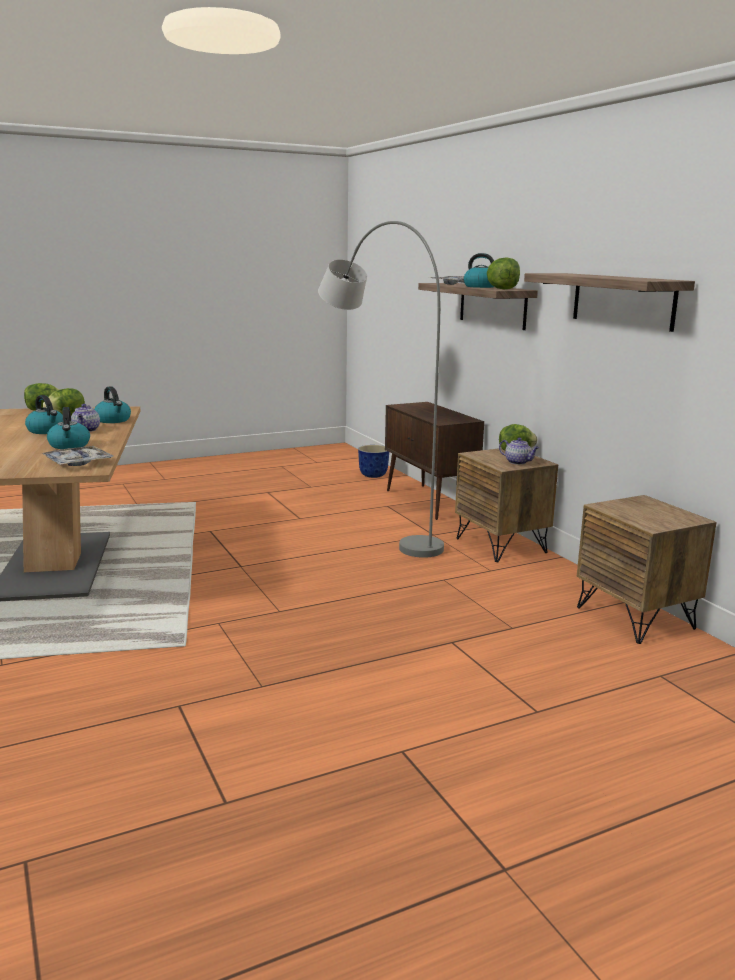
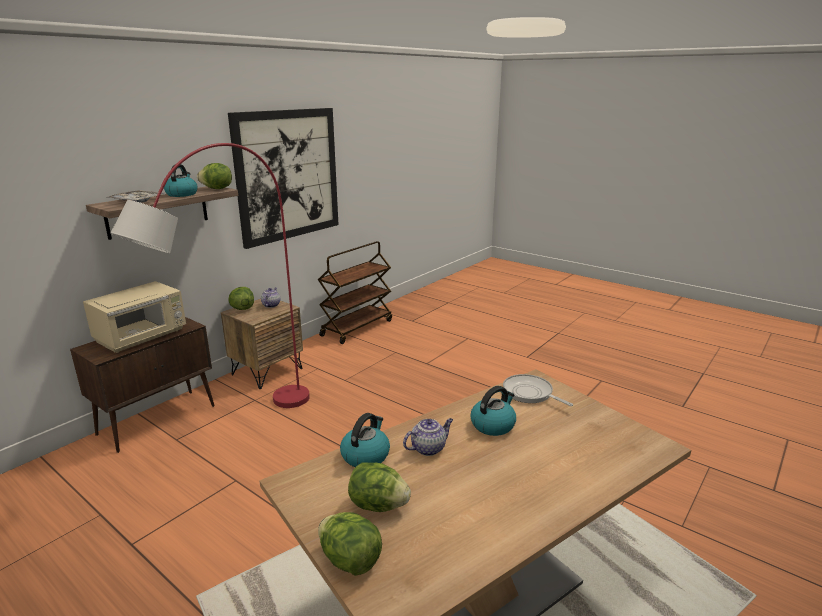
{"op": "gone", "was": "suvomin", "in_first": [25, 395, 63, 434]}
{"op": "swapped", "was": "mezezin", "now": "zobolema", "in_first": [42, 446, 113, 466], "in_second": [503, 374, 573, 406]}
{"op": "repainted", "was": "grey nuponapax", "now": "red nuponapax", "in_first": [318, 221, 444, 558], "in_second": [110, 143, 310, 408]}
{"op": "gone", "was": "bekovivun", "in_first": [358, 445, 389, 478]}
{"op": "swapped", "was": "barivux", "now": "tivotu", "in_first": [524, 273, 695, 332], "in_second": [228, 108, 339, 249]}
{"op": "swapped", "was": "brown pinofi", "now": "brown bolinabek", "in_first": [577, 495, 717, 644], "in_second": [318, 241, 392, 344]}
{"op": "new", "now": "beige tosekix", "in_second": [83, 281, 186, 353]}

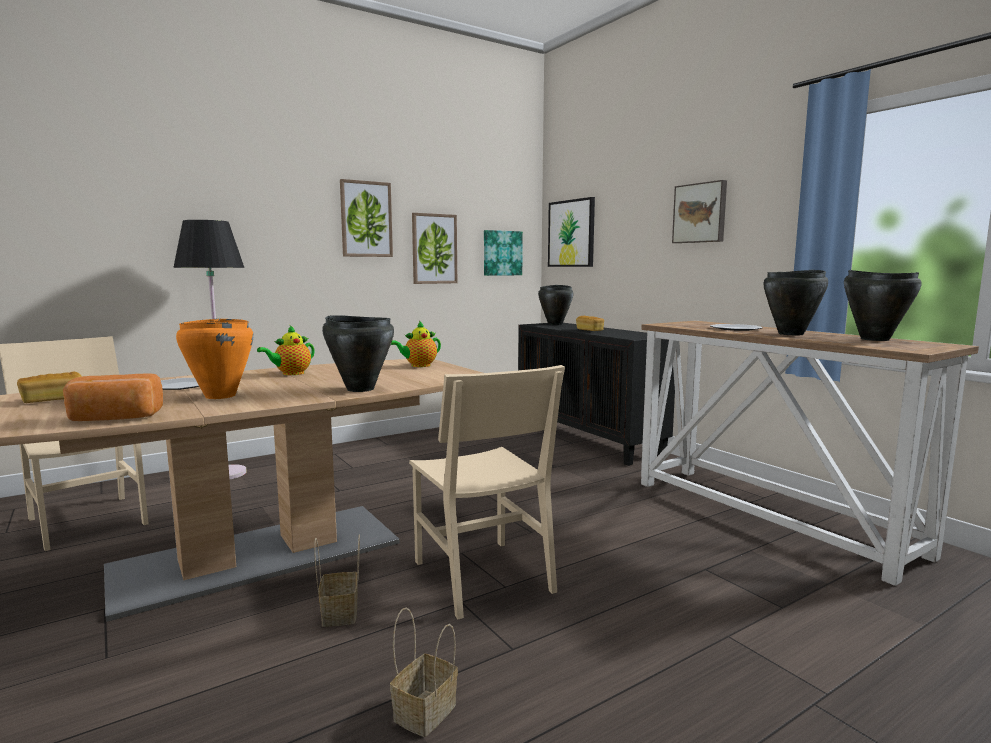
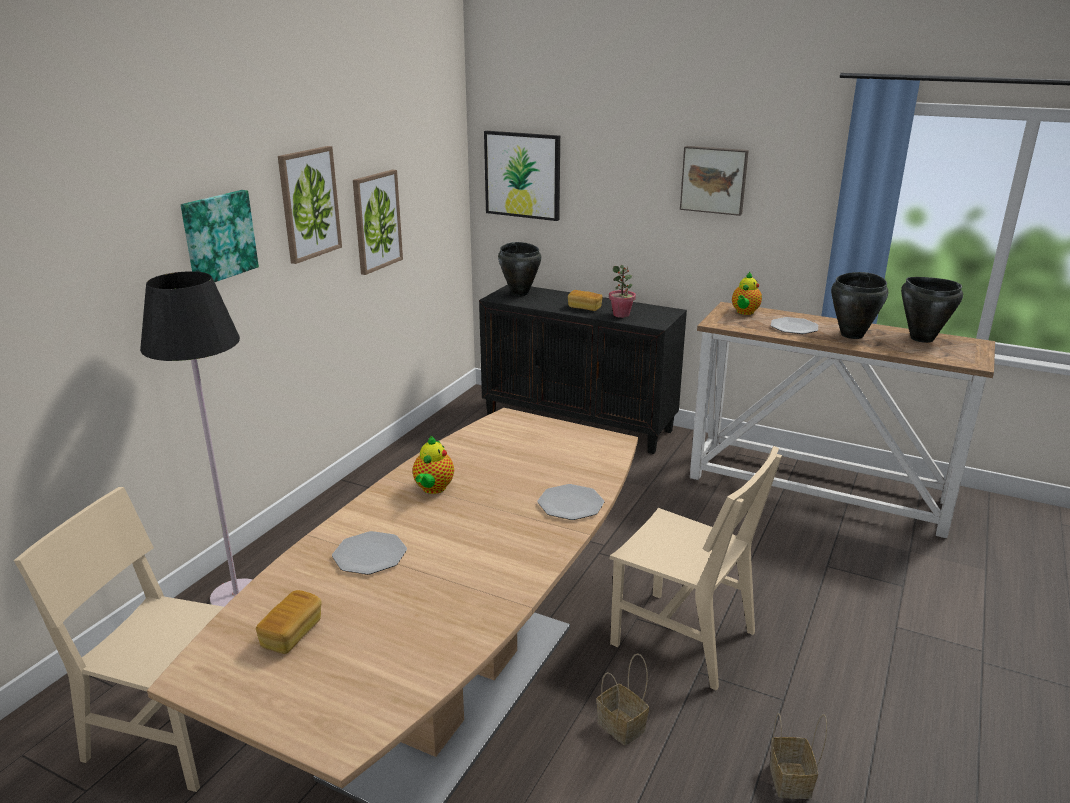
{"op": "gone", "was": "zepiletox", "in_first": [63, 373, 163, 421]}
{"op": "gone", "was": "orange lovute", "in_first": [176, 319, 253, 399]}
{"op": "swapped", "was": "black lovute", "now": "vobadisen", "in_first": [322, 315, 394, 392], "in_second": [538, 484, 605, 520]}
{"op": "shifted", "was": "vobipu", "in_first": [391, 321, 441, 367], "in_second": [732, 272, 762, 315]}
{"op": "shifted", "was": "tivotu", "in_first": [484, 230, 523, 276], "in_second": [181, 190, 259, 282]}
{"op": "new", "now": "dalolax", "in_second": [609, 265, 636, 318]}

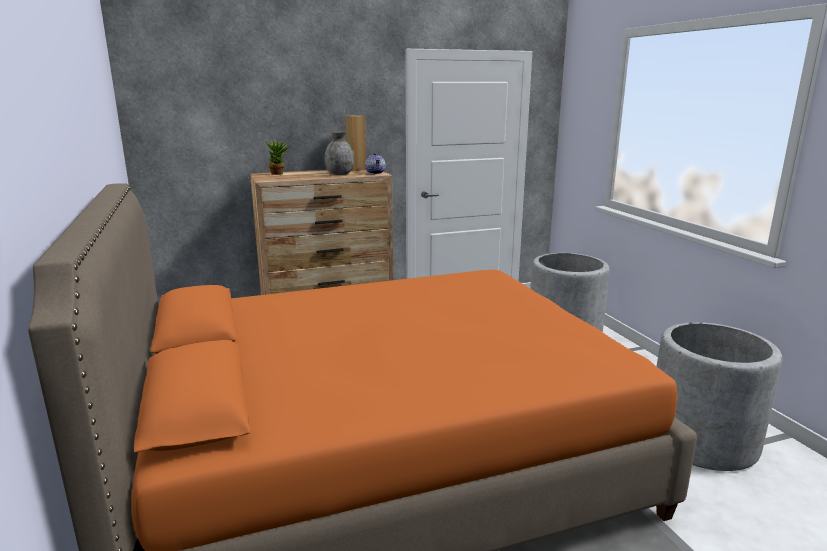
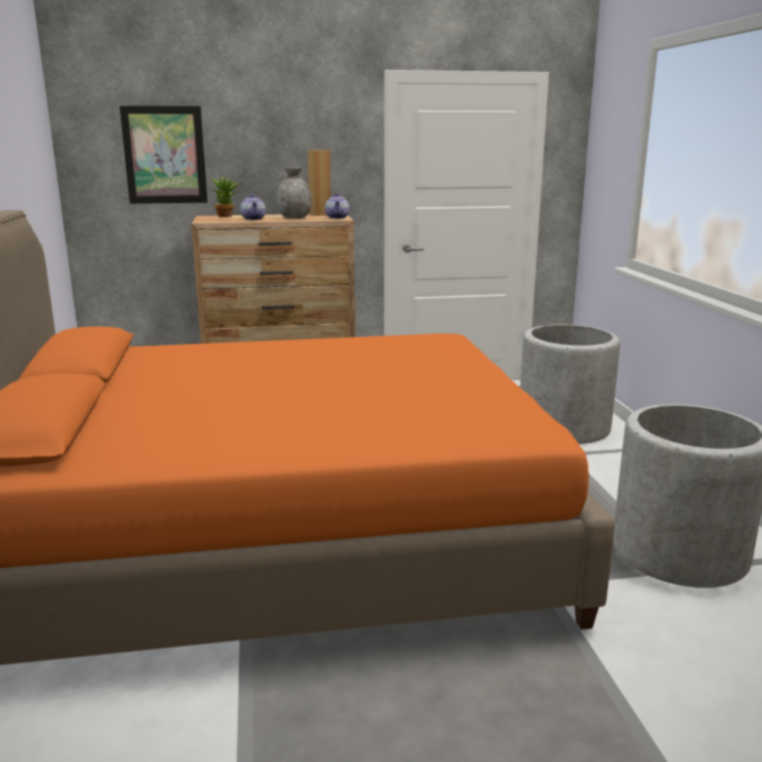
{"op": "new", "now": "tivotu", "in_second": [120, 106, 208, 204]}
{"op": "new", "now": "vobipu", "in_second": [240, 194, 266, 220]}

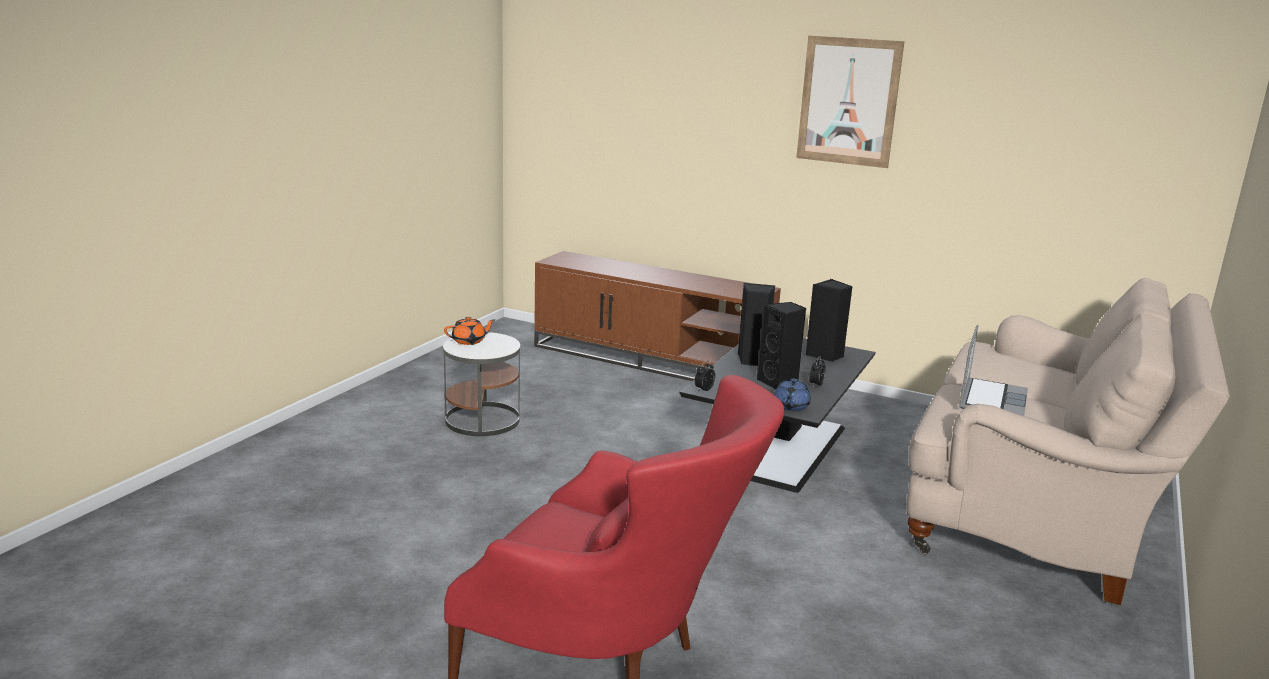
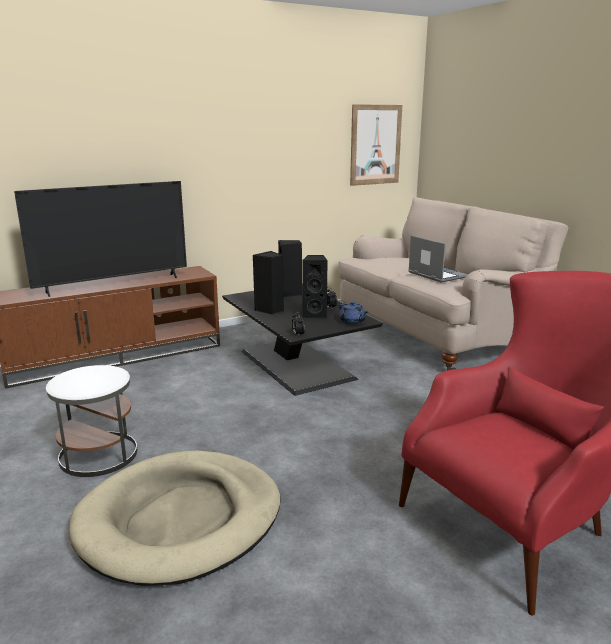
{"op": "gone", "was": "orange vobipu", "in_first": [444, 317, 495, 345]}
{"op": "shifted", "was": "tivotu", "in_first": [796, 36, 905, 168], "in_second": [350, 104, 402, 186]}
{"op": "new", "now": "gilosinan", "in_second": [14, 181, 187, 297]}
{"op": "new", "now": "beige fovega", "in_second": [69, 451, 281, 586]}

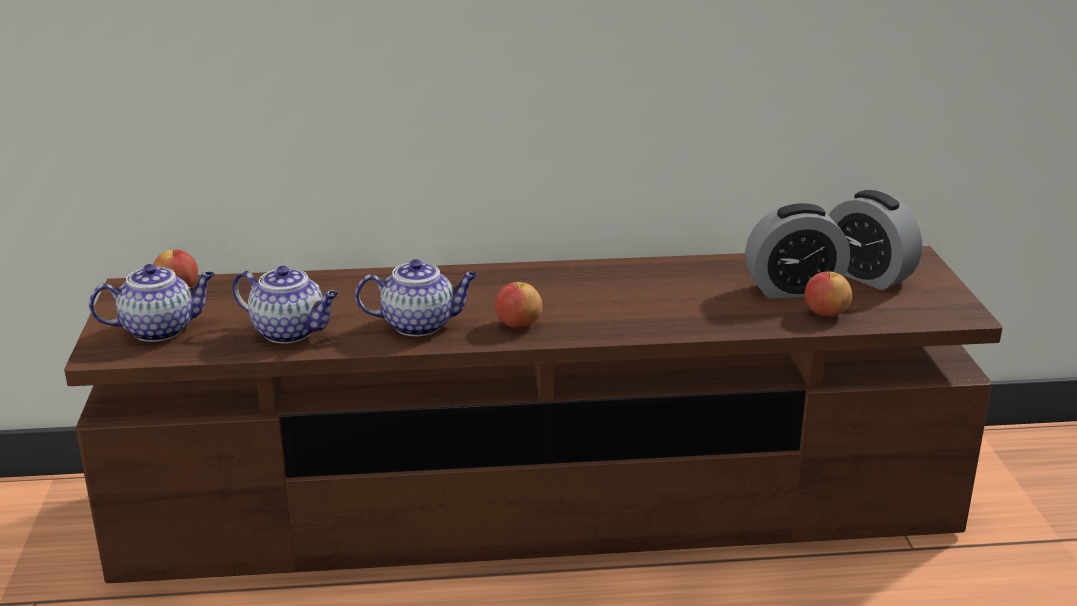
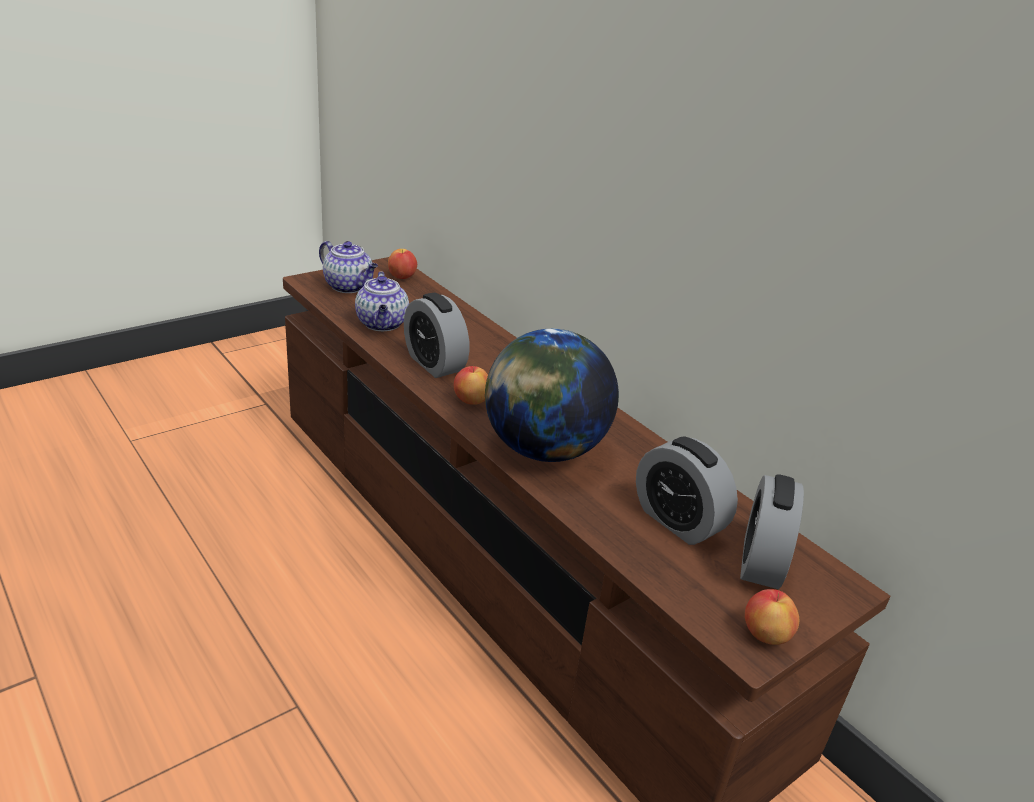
{"op": "swapped", "was": "vobipu", "now": "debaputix", "in_first": [355, 259, 478, 336], "in_second": [404, 293, 470, 378]}
{"op": "shifted", "was": "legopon", "in_first": [805, 271, 852, 317], "in_second": [745, 589, 799, 645]}
{"op": "new", "now": "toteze", "in_second": [485, 329, 619, 462]}

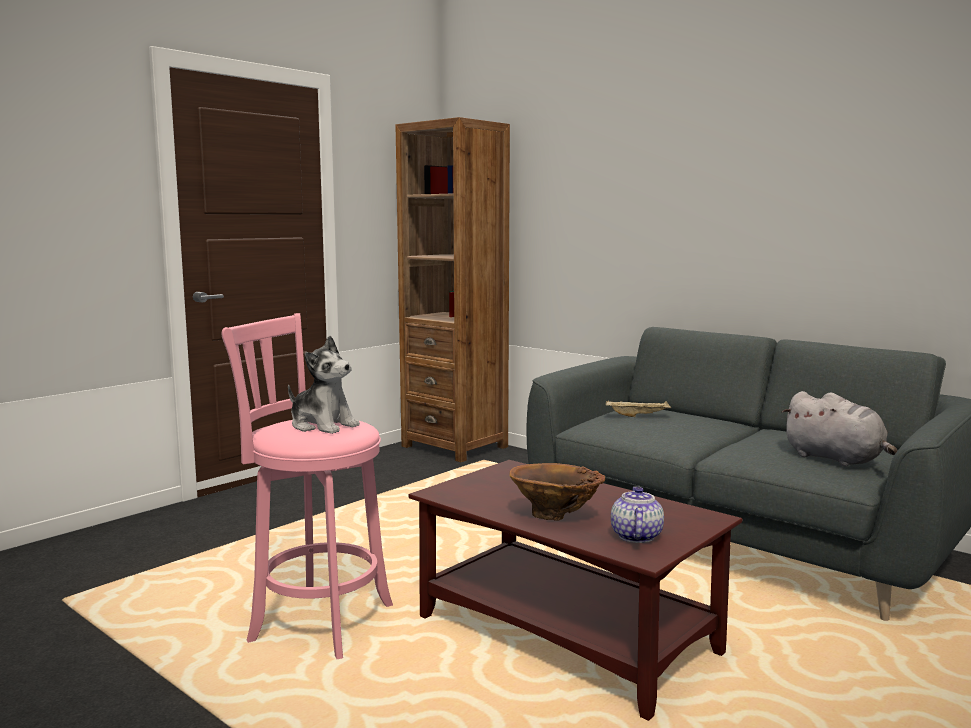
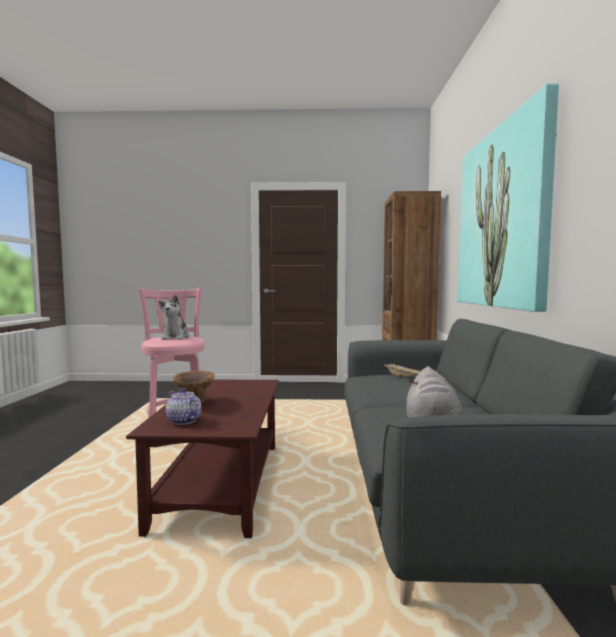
{"op": "rotated", "was": "vobipu", "in_first": [611, 487, 664, 543], "in_second": [166, 388, 201, 425], "clockwise": -105}
{"op": "new", "now": "tivotu", "in_second": [458, 83, 559, 312]}

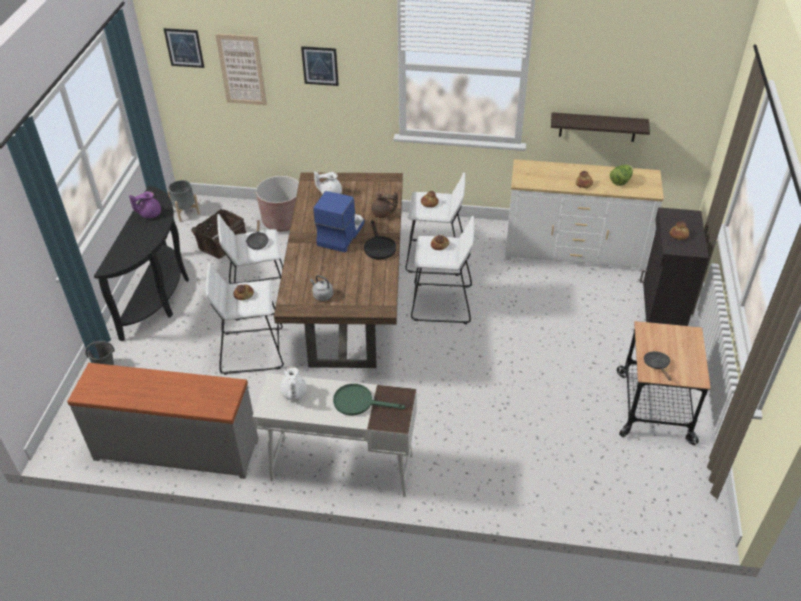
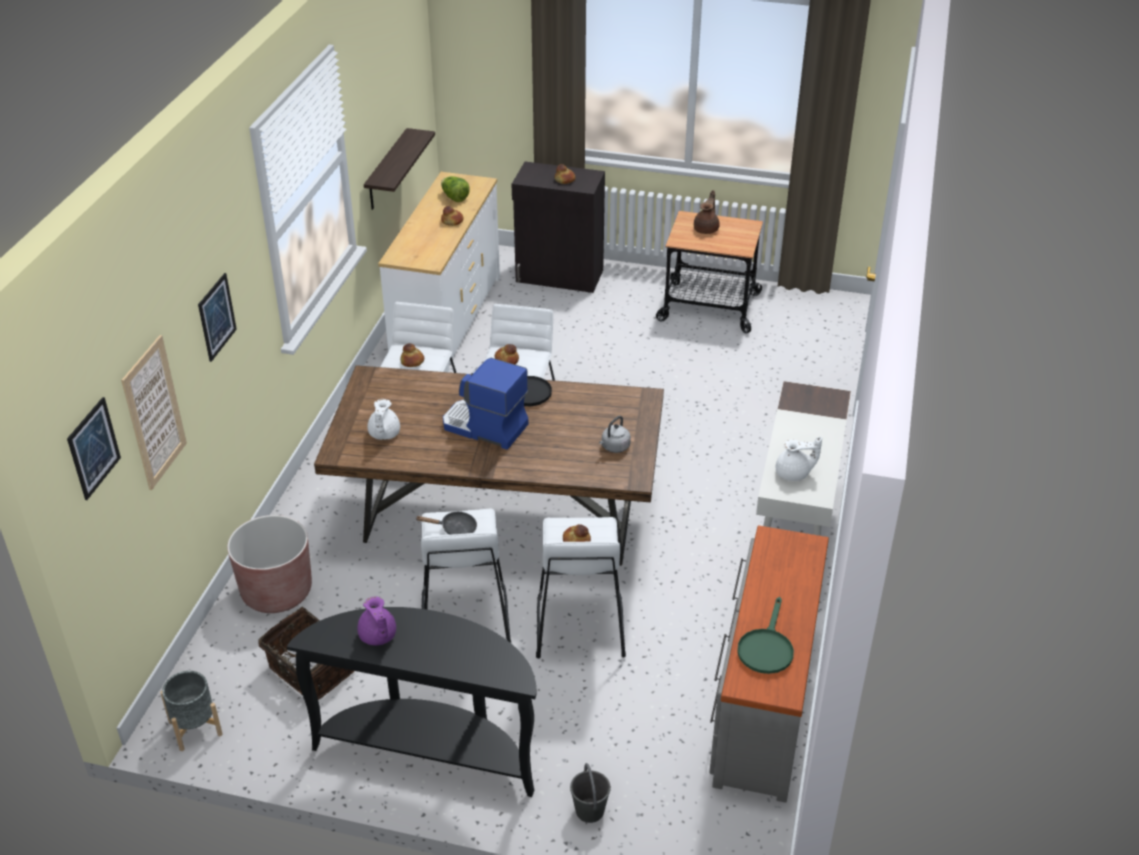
{"op": "shifted", "was": "green zobolema", "in_first": [333, 384, 405, 415], "in_second": [737, 597, 794, 674]}
{"op": "shifted", "was": "brown vobipu", "in_first": [371, 191, 398, 218], "in_second": [694, 190, 720, 234]}
{"op": "gone", "was": "black zobolema", "in_first": [644, 351, 672, 381]}

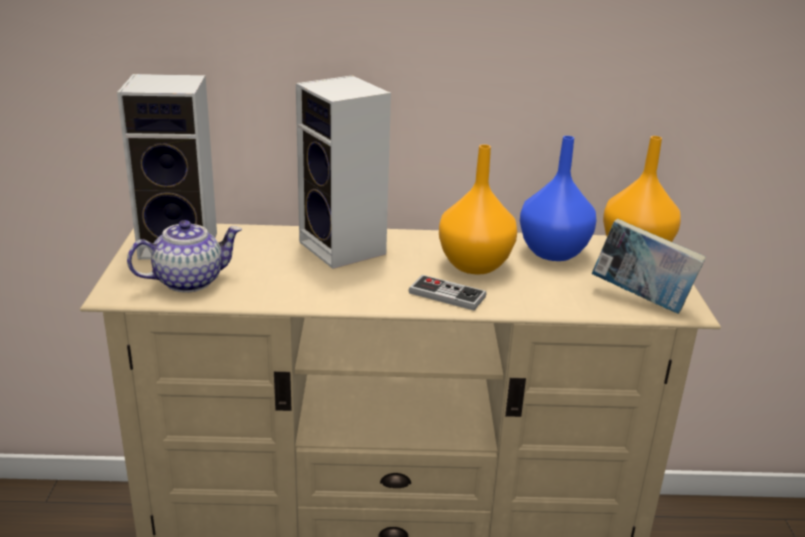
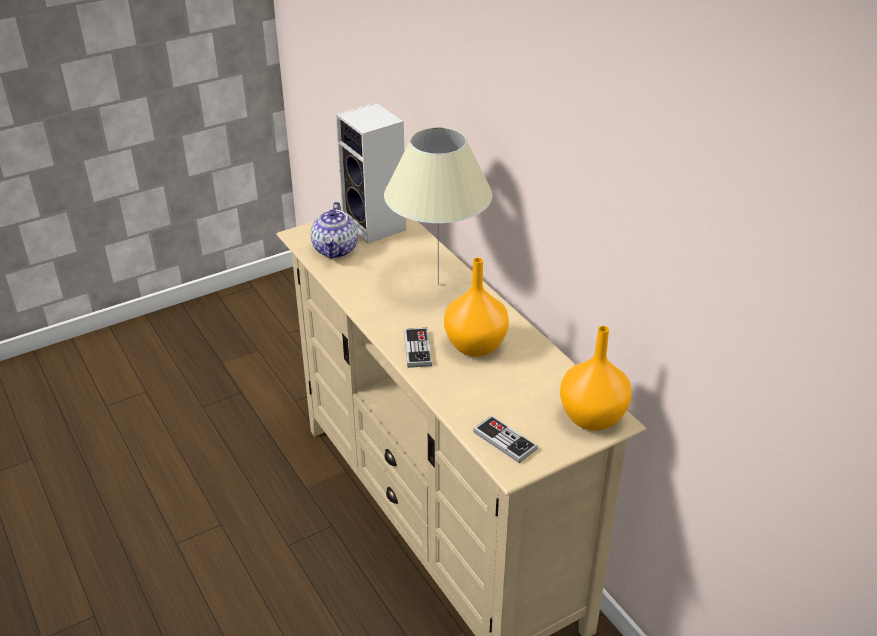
{"op": "rotated", "was": "vobipu", "in_first": [127, 220, 242, 292], "in_second": [311, 202, 358, 258], "clockwise": 60}
{"op": "swapped", "was": "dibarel", "now": "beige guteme", "in_first": [296, 75, 391, 269], "in_second": [384, 127, 493, 285]}
{"op": "gone", "was": "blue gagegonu", "in_first": [520, 136, 597, 261]}
{"op": "swapped", "was": "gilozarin", "now": "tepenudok", "in_first": [592, 219, 706, 314], "in_second": [473, 415, 538, 463]}

